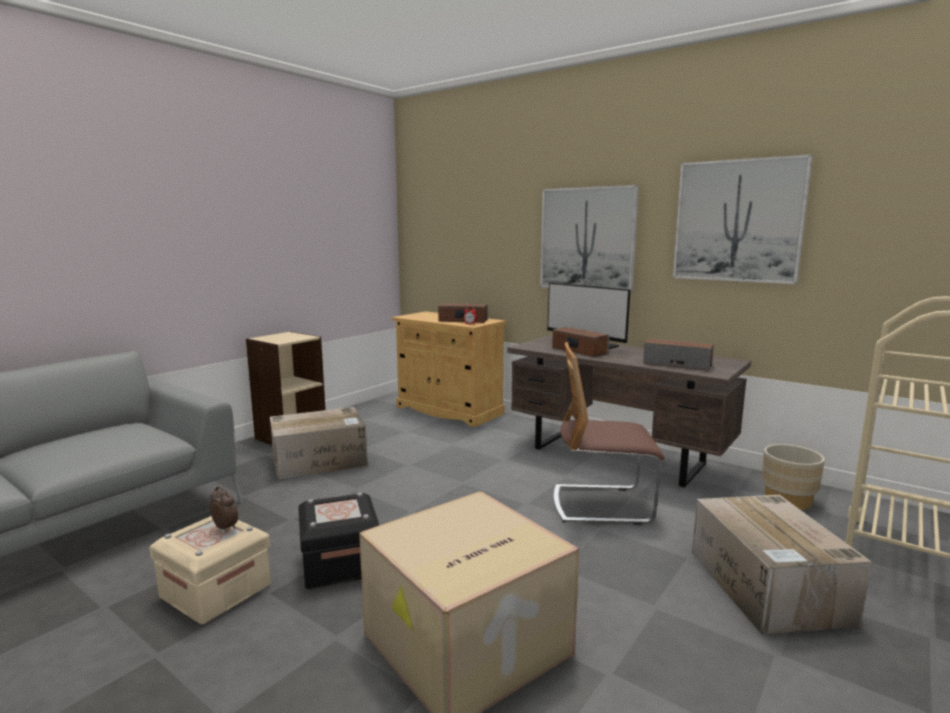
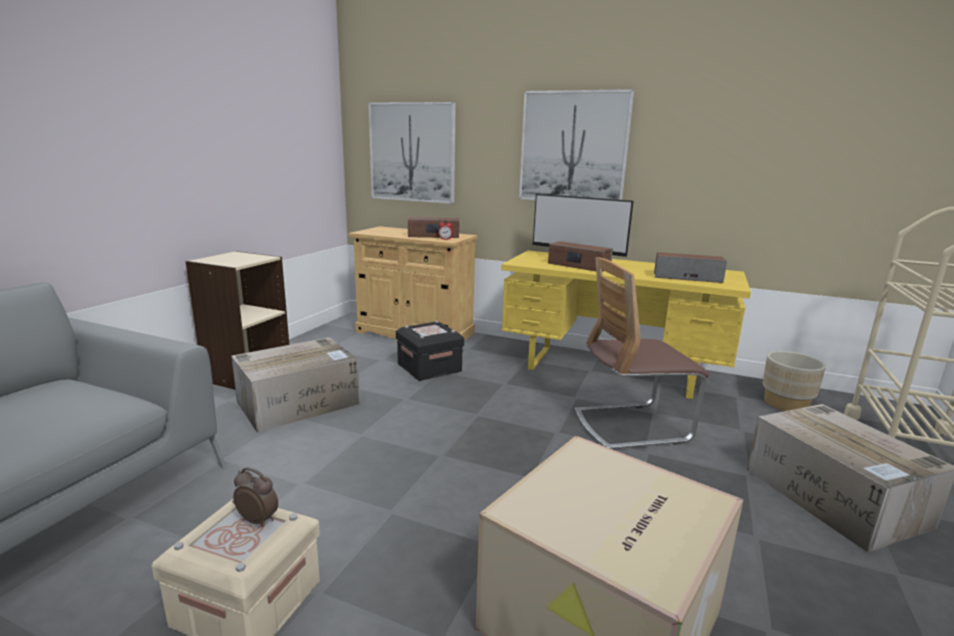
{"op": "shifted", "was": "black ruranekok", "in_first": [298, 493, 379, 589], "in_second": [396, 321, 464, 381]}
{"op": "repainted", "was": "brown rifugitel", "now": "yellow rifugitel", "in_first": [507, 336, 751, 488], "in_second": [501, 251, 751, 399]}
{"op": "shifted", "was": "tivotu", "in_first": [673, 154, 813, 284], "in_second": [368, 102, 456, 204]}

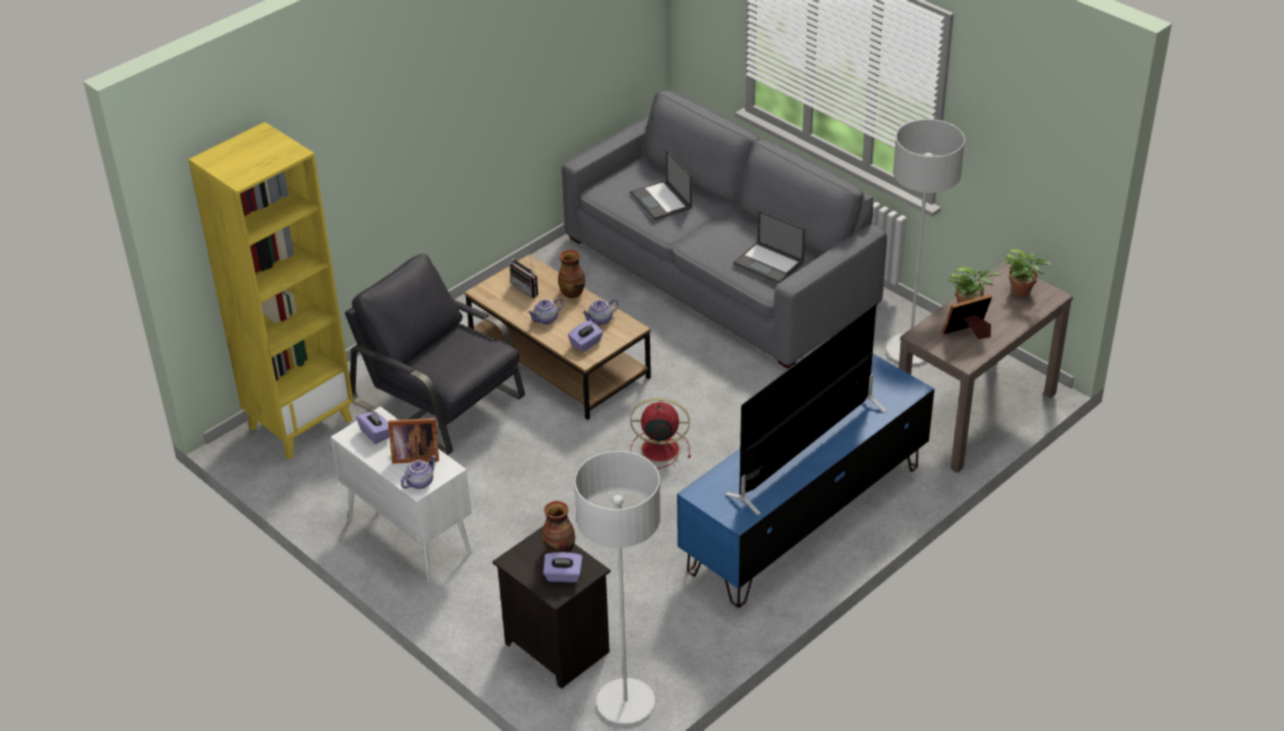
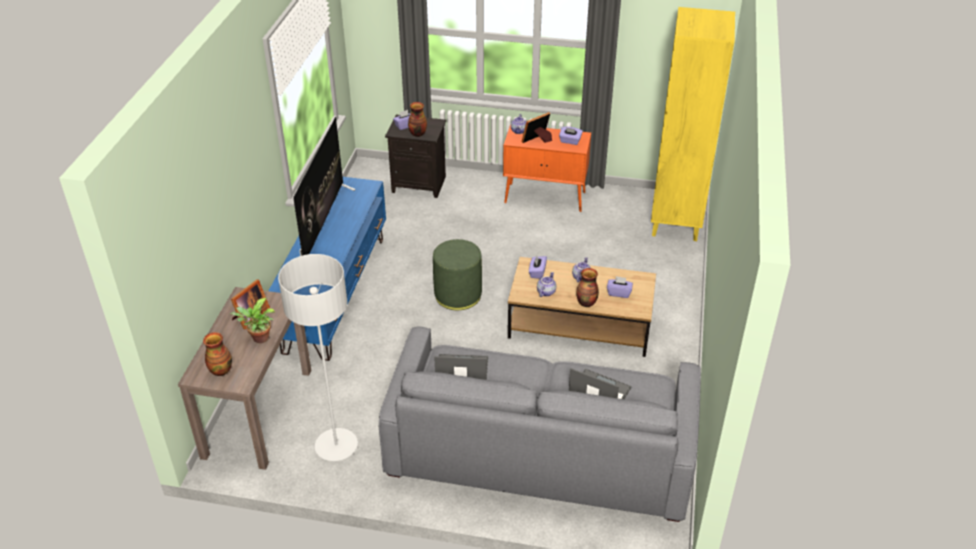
{"op": "repainted", "was": "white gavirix", "now": "orange gavirix", "in_first": [331, 406, 472, 583], "in_second": [503, 124, 591, 212]}
{"op": "gone", "was": "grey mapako", "in_first": [345, 254, 525, 455]}
{"op": "swapped", "was": "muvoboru", "now": "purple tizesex", "in_first": [510, 254, 538, 298], "in_second": [607, 276, 633, 298]}
{"op": "gone", "was": "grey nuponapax", "in_first": [574, 451, 661, 724]}
{"op": "swapped", "was": "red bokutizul", "now": "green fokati", "in_first": [630, 398, 691, 469], "in_second": [433, 239, 482, 310]}
{"op": "swapped", "was": "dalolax", "now": "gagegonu", "in_first": [1004, 249, 1052, 297], "in_second": [203, 332, 232, 376]}

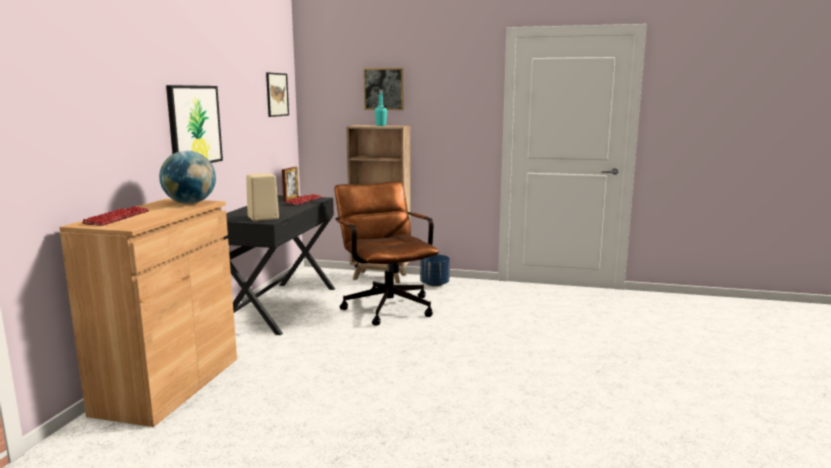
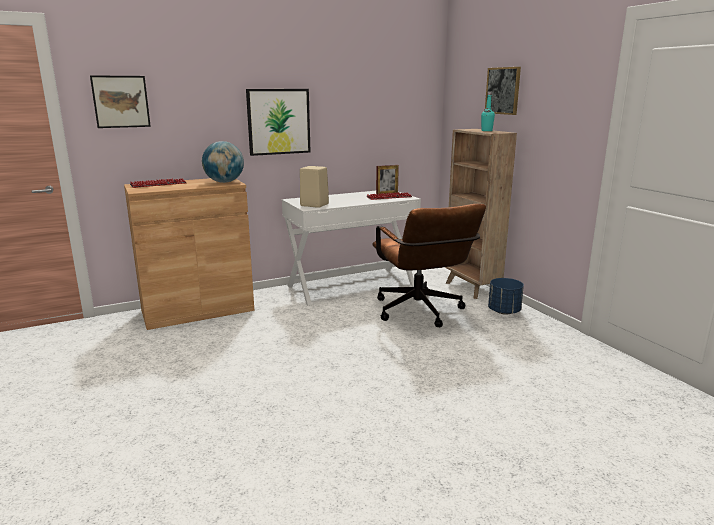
{"op": "repainted", "was": "black rifugitel", "now": "white rifugitel", "in_first": [224, 195, 335, 335], "in_second": [282, 191, 421, 306]}
{"op": "shifted", "was": "tivotu", "in_first": [266, 72, 289, 117], "in_second": [90, 75, 151, 128]}
{"op": "rotated", "was": "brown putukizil", "in_first": [334, 181, 439, 326], "in_second": [373, 204, 486, 327], "clockwise": 135}

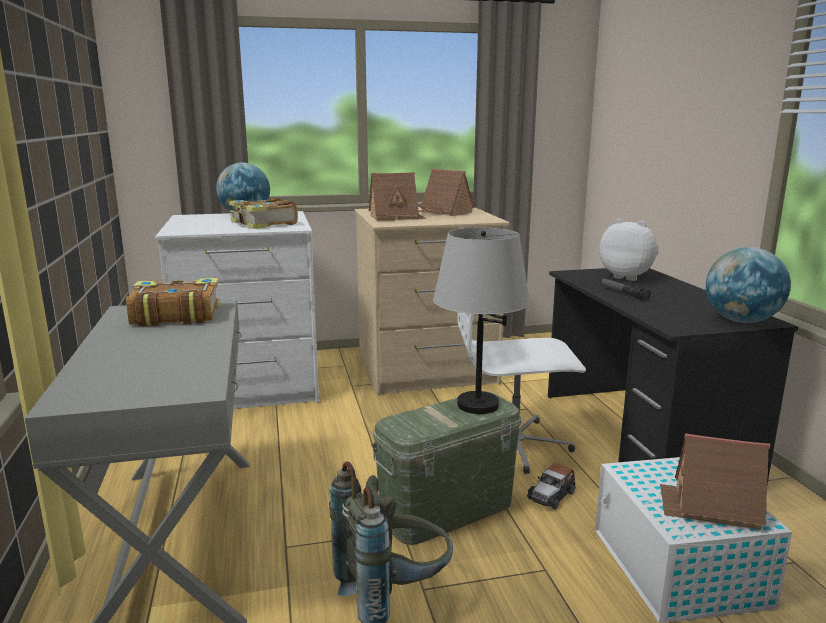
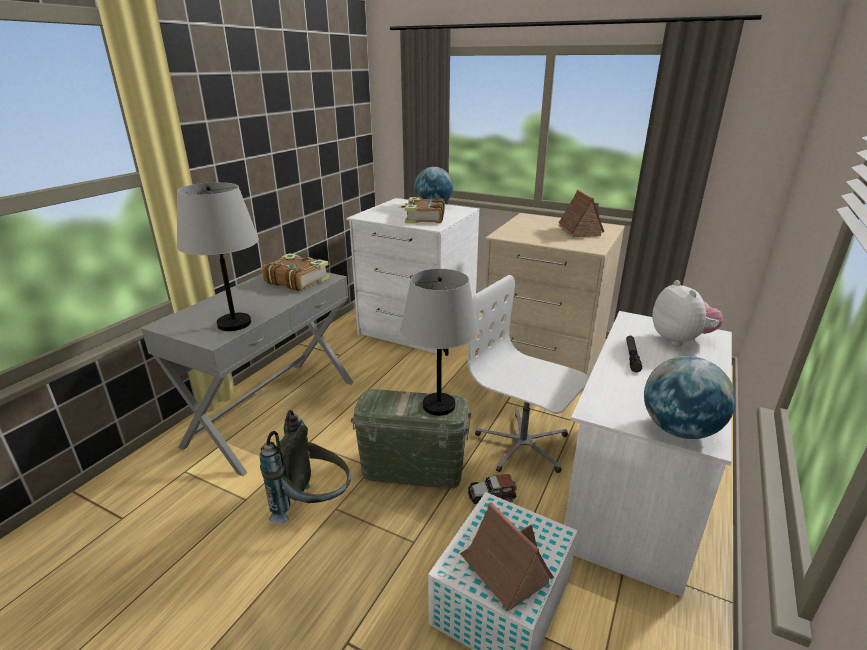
{"op": "gone", "was": "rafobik", "in_first": [369, 172, 426, 221]}
{"op": "repainted", "was": "black rifugitel", "now": "white rifugitel", "in_first": [548, 268, 798, 484], "in_second": [564, 311, 732, 597]}
{"op": "new", "now": "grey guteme", "in_second": [177, 182, 259, 331]}

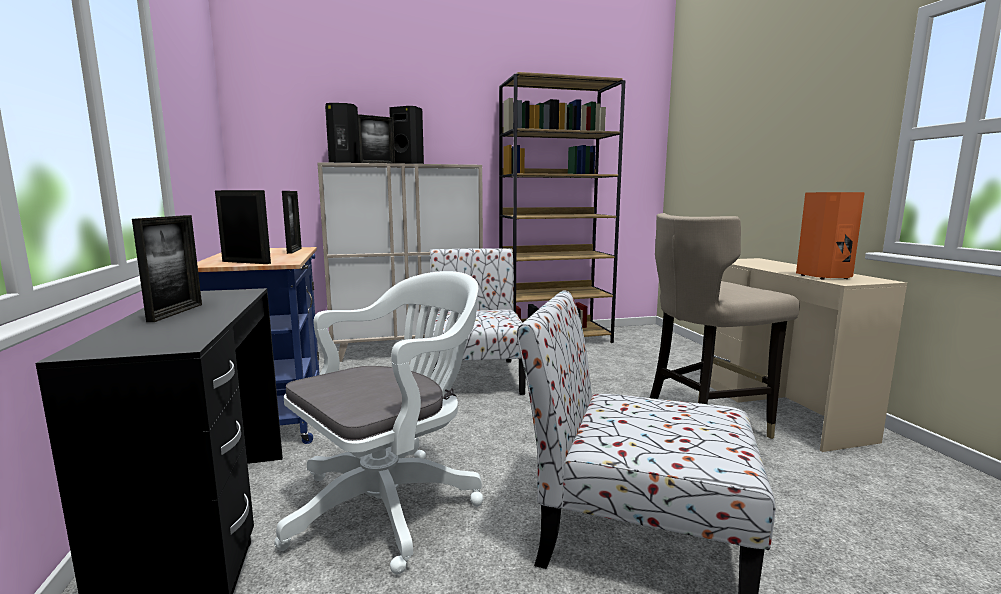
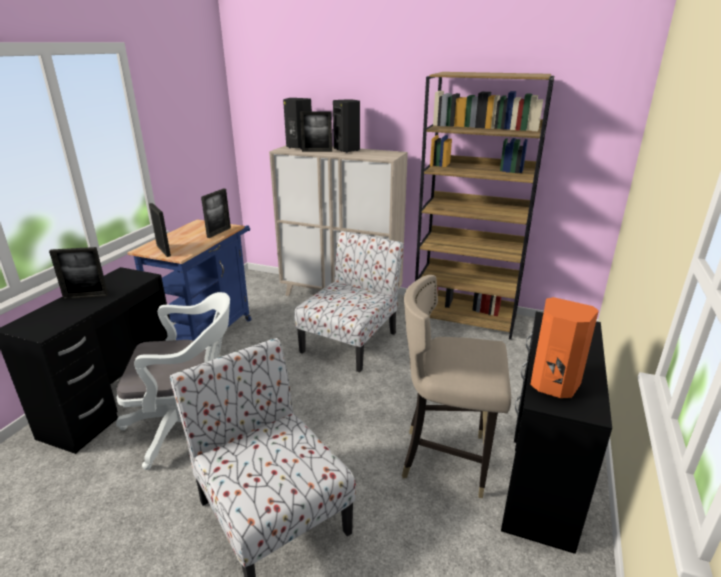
{"op": "rotated", "was": "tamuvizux", "in_first": [132, 215, 202, 322], "in_second": [49, 247, 108, 299], "clockwise": 45}
{"op": "repainted", "was": "beige rifugitel", "now": "black rifugitel", "in_first": [710, 258, 907, 452], "in_second": [501, 312, 612, 554]}

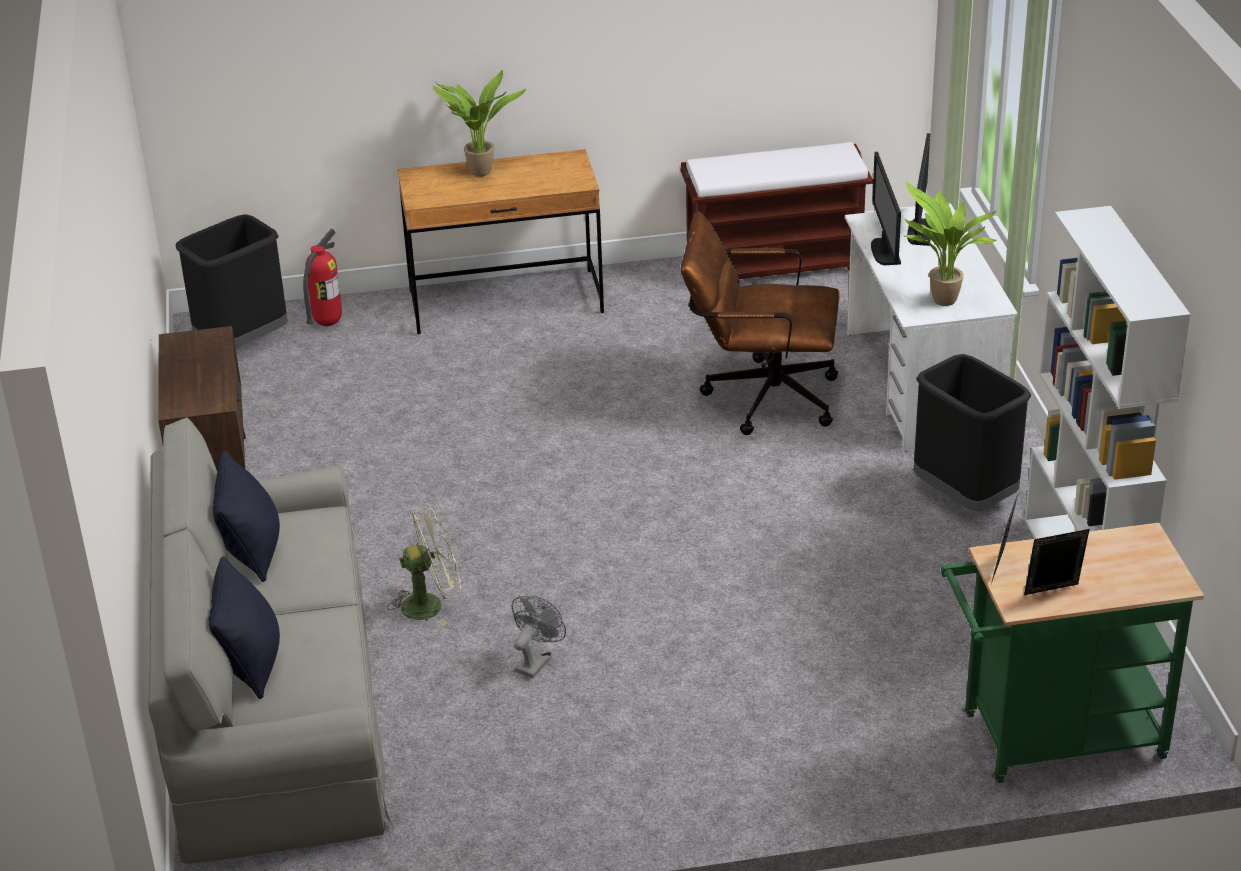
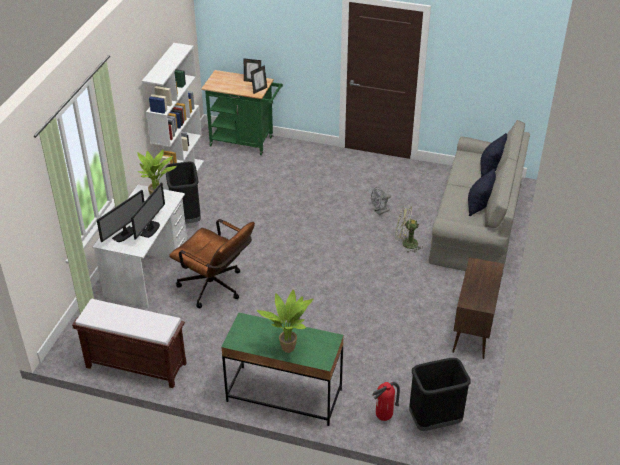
{"op": "repainted", "was": "brown rifugitel", "now": "green rifugitel", "in_first": [398, 149, 604, 334], "in_second": [221, 313, 344, 426]}

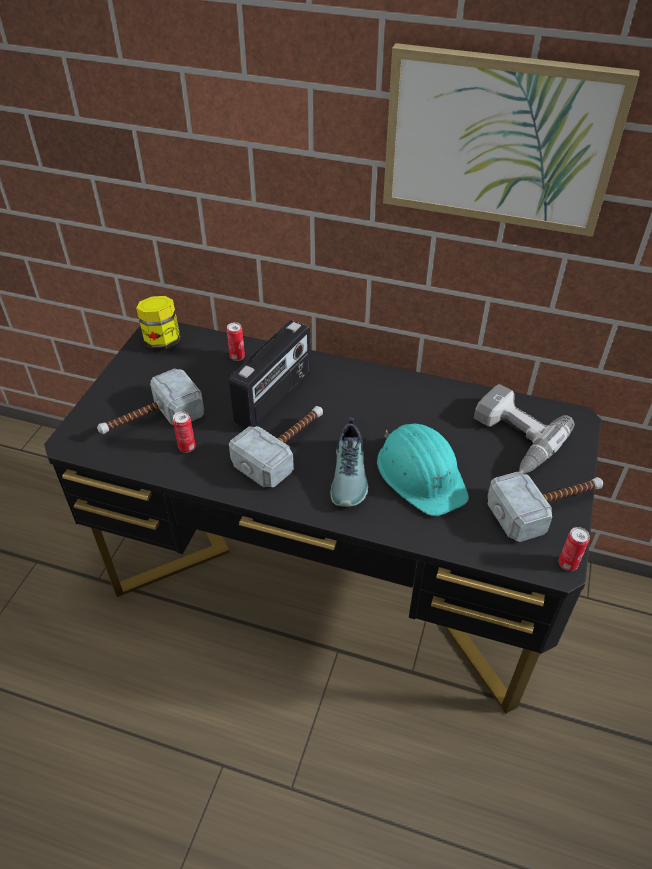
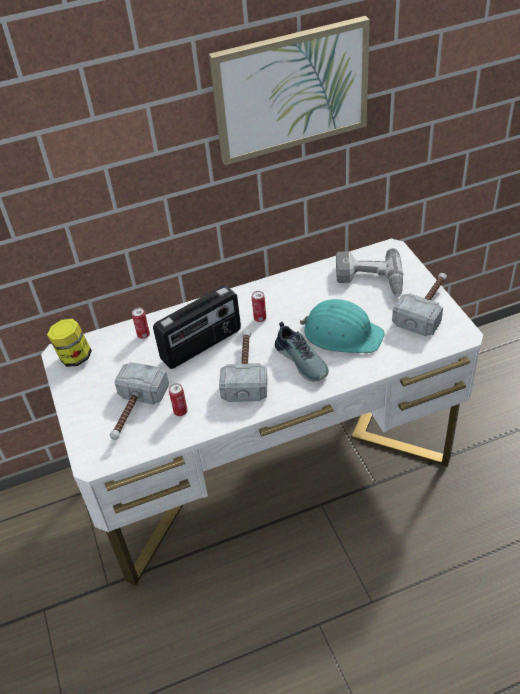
{"op": "repainted", "was": "black rifugitel", "now": "white rifugitel", "in_first": [44, 322, 601, 714], "in_second": [41, 239, 483, 585]}
{"op": "rotated", "was": "muvoboru", "in_first": [229, 320, 311, 428], "in_second": [153, 285, 241, 369], "clockwise": 60}
{"op": "shifted", "was": "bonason", "in_first": [559, 527, 590, 571], "in_second": [252, 291, 266, 322]}

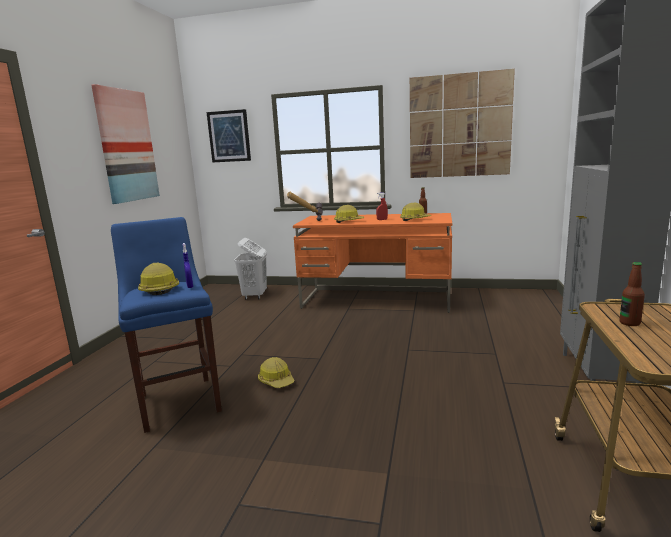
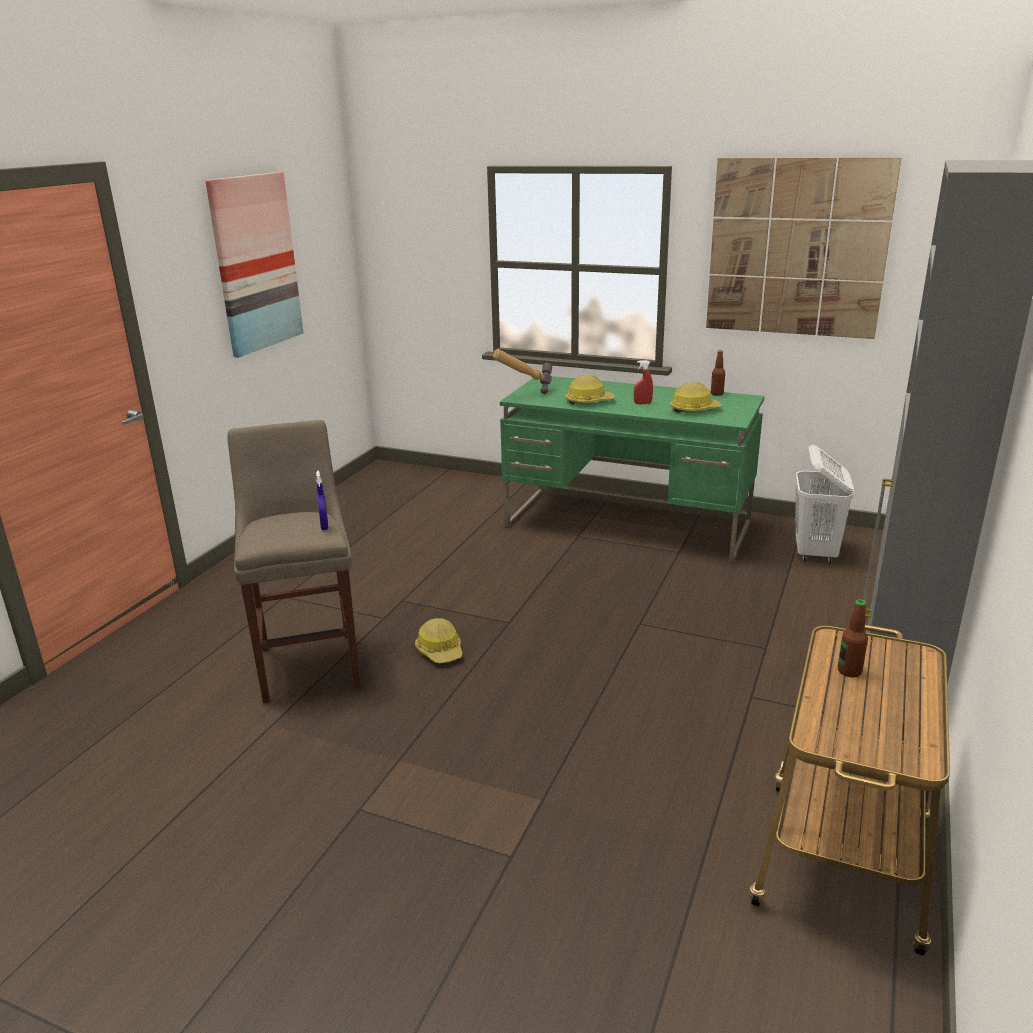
{"op": "repainted", "was": "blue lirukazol", "now": "beige lirukazol", "in_first": [111, 217, 222, 433], "in_second": [227, 420, 361, 703]}
{"op": "gone", "was": "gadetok", "in_first": [138, 262, 179, 295]}
{"op": "gone", "was": "tivotu", "in_first": [207, 109, 251, 162]}
{"op": "shifted", "was": "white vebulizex", "in_first": [234, 238, 267, 300], "in_second": [795, 445, 854, 564]}
{"op": "repainted", "was": "orange rifugitel", "now": "green rifugitel", "in_first": [293, 213, 452, 313], "in_second": [500, 376, 765, 564]}

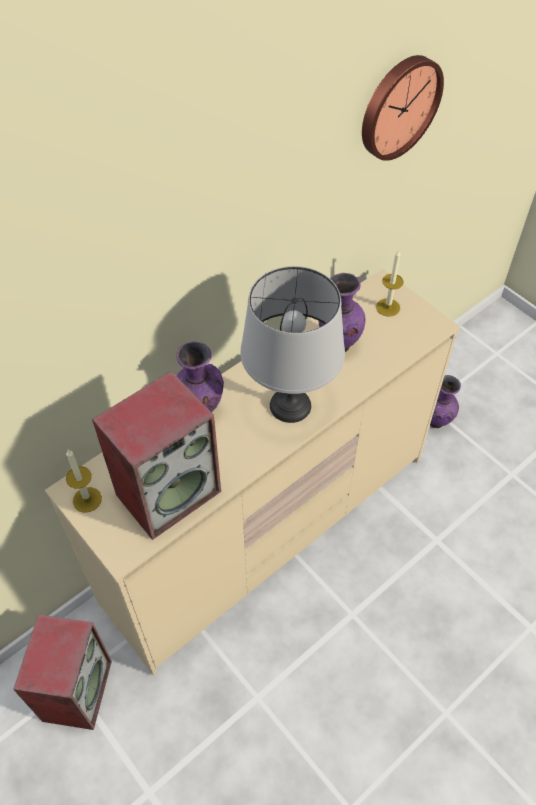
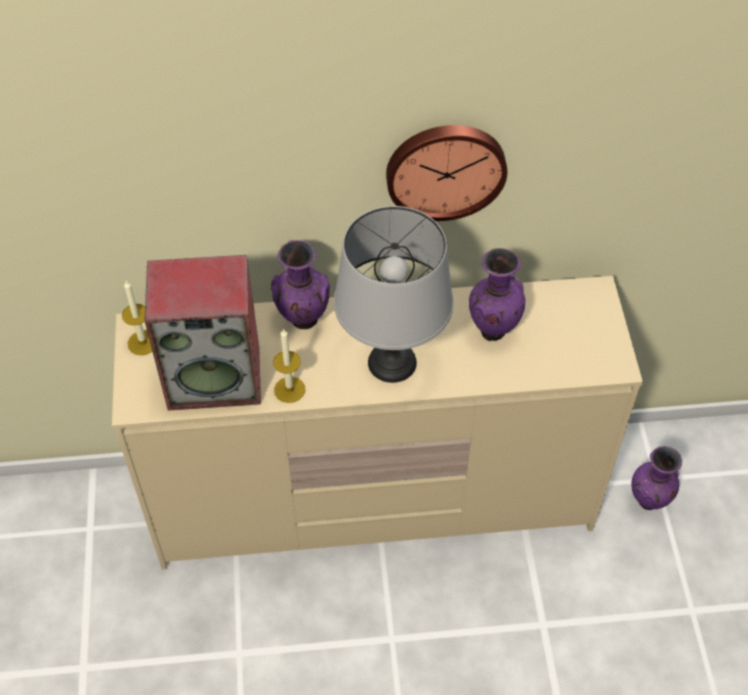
{"op": "gone", "was": "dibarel", "in_first": [13, 614, 112, 730]}
{"op": "shifted", "was": "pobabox", "in_first": [362, 55, 444, 161], "in_second": [386, 125, 507, 221]}
{"op": "shifted", "was": "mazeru", "in_first": [376, 249, 403, 317], "in_second": [273, 328, 305, 403]}

